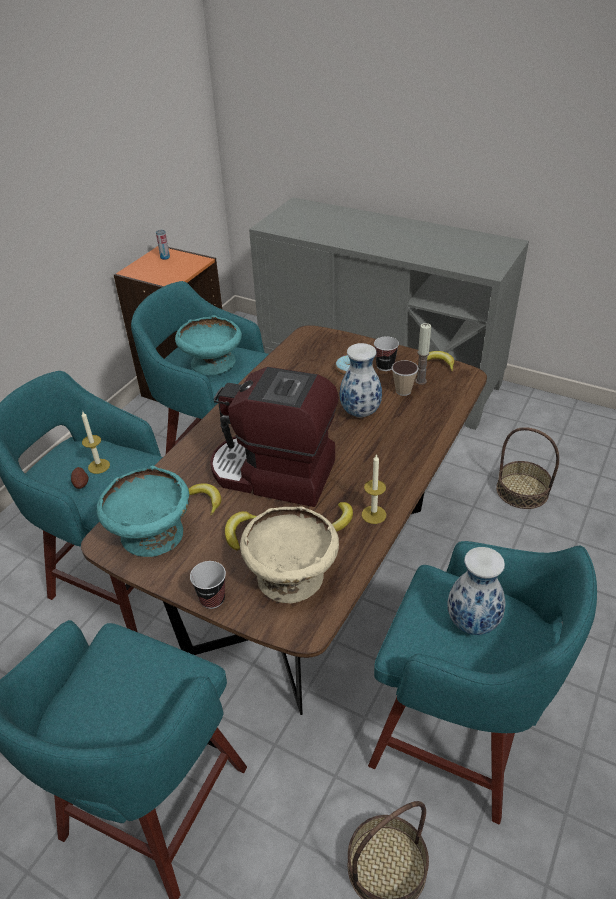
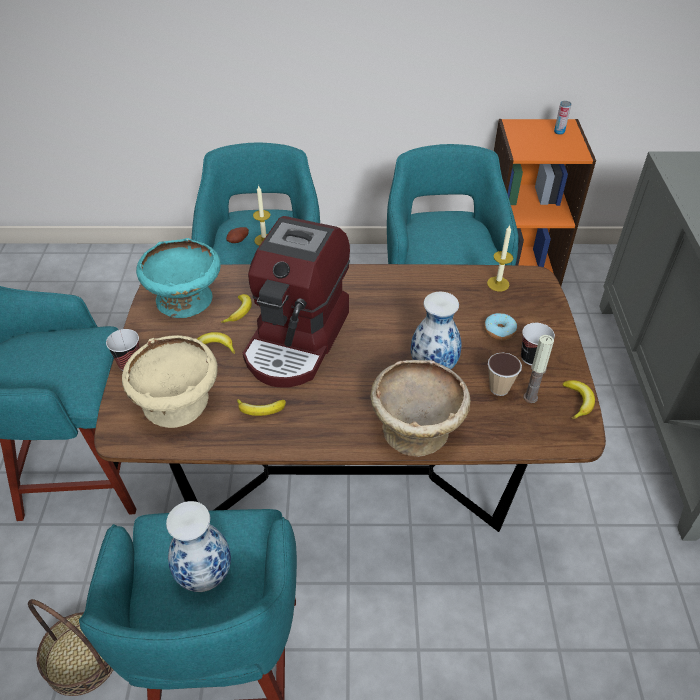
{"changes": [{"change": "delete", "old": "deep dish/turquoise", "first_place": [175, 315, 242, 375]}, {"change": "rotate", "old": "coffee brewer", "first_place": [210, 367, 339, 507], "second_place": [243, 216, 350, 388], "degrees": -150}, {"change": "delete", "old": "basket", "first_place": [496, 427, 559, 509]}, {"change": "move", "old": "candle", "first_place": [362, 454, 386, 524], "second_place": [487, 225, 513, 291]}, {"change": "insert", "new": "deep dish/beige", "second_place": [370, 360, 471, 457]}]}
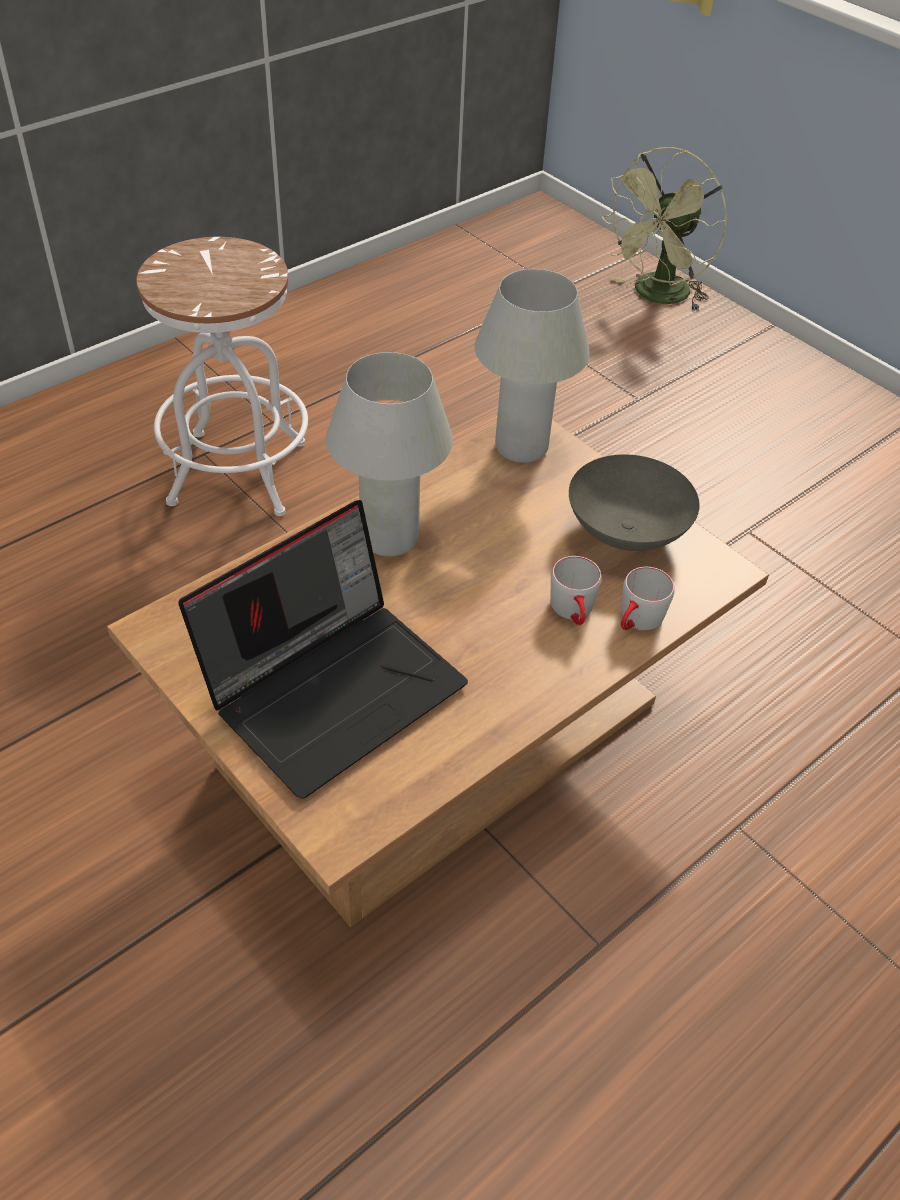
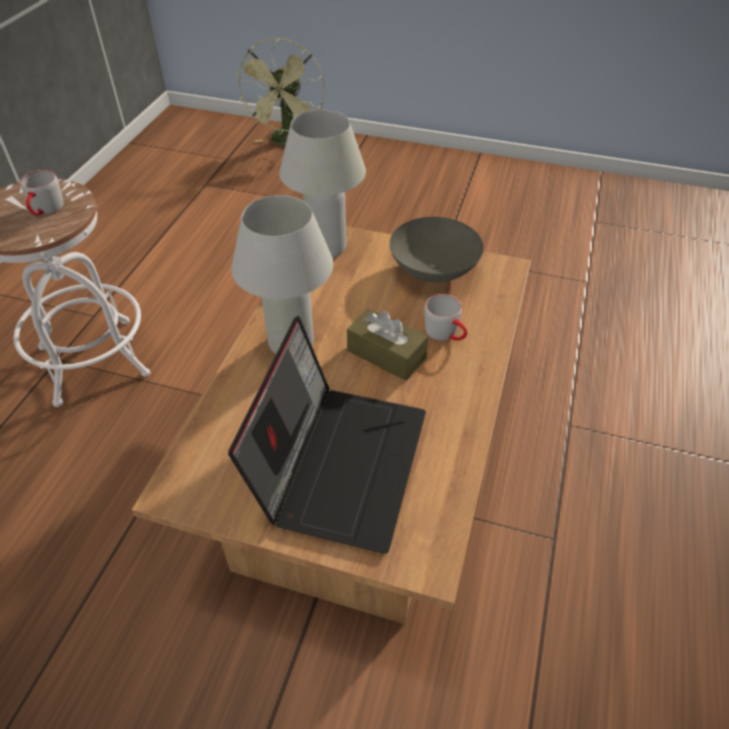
{"changes": [{"change": "move", "old": "mug/gray", "first_place": [621, 567, 674, 630], "second_place": [20, 170, 64, 216]}, {"change": "insert", "new": "tissue holder/brownish", "second_place": [347, 308, 428, 381]}]}
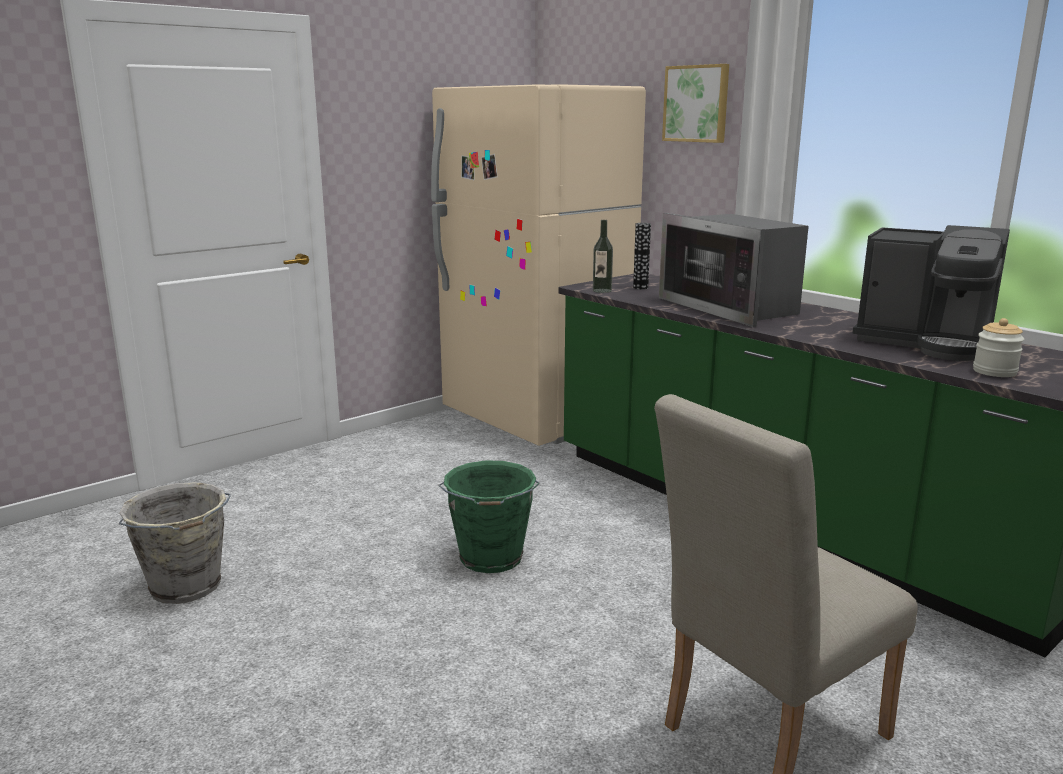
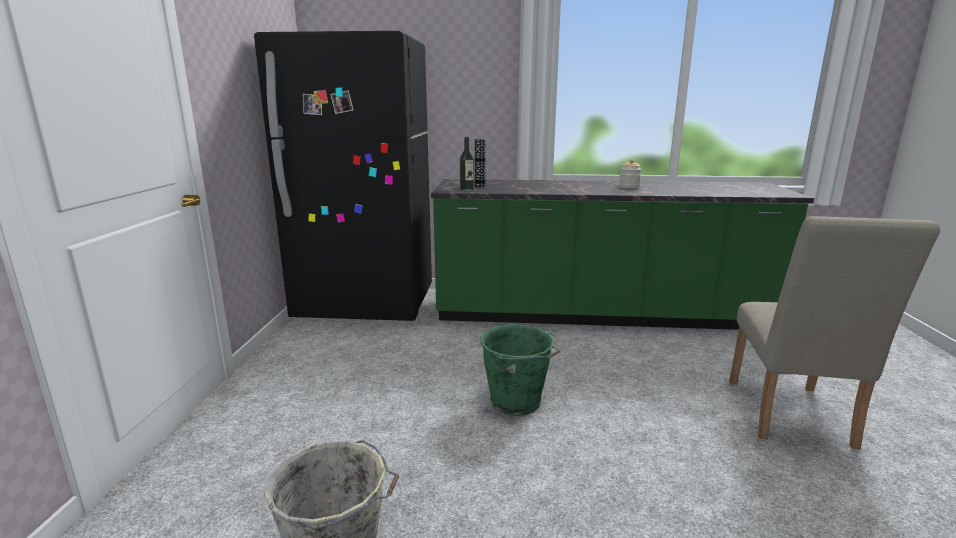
{"changes": [{"change": "delete", "old": "picture", "first_place": [662, 64, 729, 143]}, {"change": "recolor", "old": "refrigerator/beige", "new": "refrigerator/blackish", "first_place": [431, 84, 646, 446], "second_place": [254, 31, 432, 321]}, {"change": "delete", "old": "microwave", "first_place": [659, 213, 809, 327]}, {"change": "delete", "old": "coffee brewer", "first_place": [852, 225, 1010, 361]}, {"change": "move", "old": "jar", "first_place": [973, 318, 1024, 377], "second_place": [619, 160, 641, 189]}]}
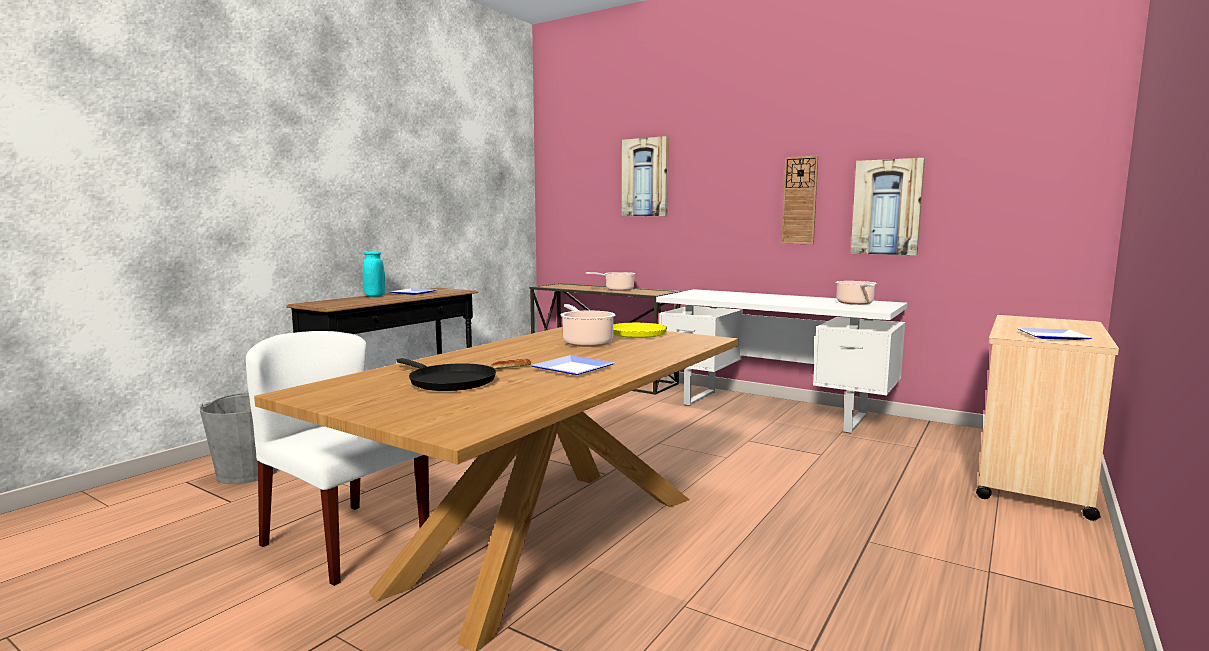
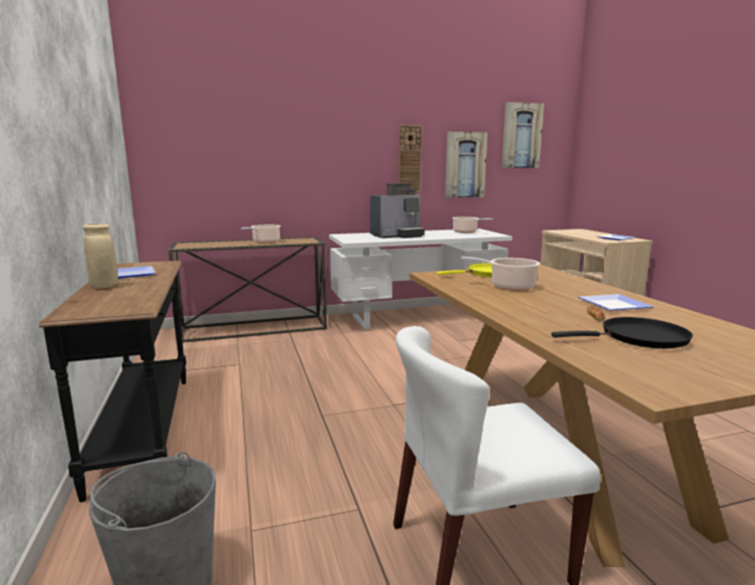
{"changes": [{"change": "move", "old": "picture", "first_place": [622, 136, 669, 216], "second_place": [502, 102, 544, 168]}, {"change": "recolor", "old": "decorative vase/turquoise", "new": "decorative vase/beige", "first_place": [363, 251, 386, 297], "second_place": [82, 224, 118, 288]}, {"change": "insert", "new": "coffee brewer", "second_place": [370, 183, 425, 238]}]}
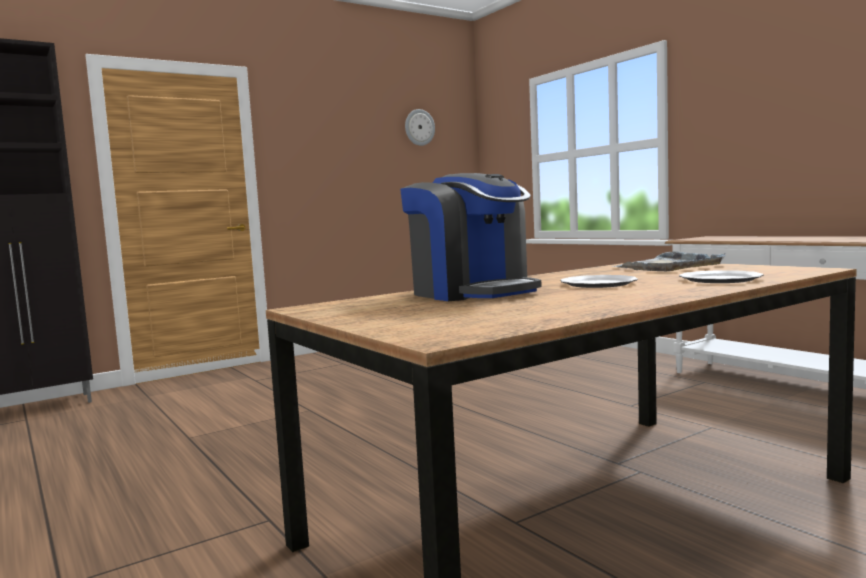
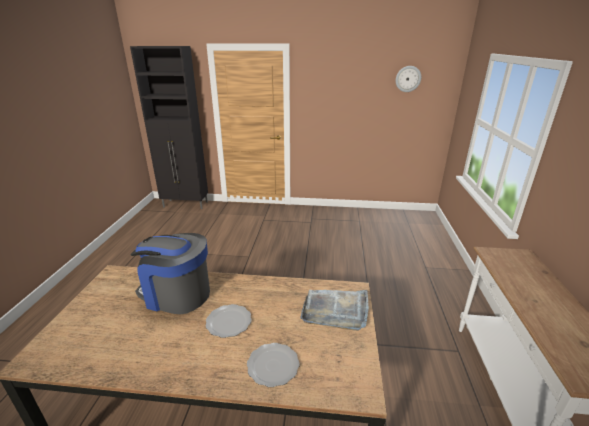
{"changes": [{"change": "rotate", "old": "coffee brewer", "first_place": [400, 173, 542, 301], "second_place": [130, 233, 210, 314], "degrees": 105}]}
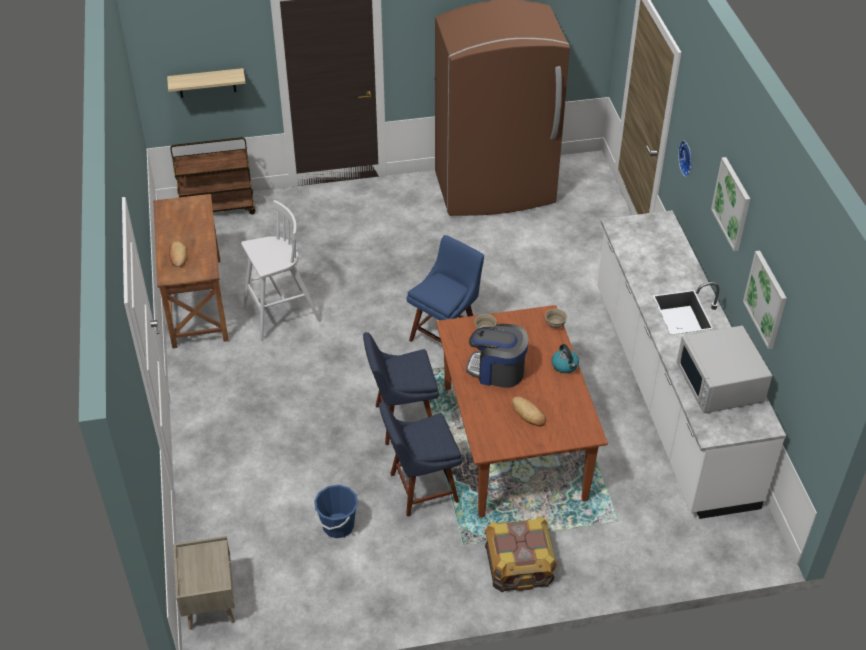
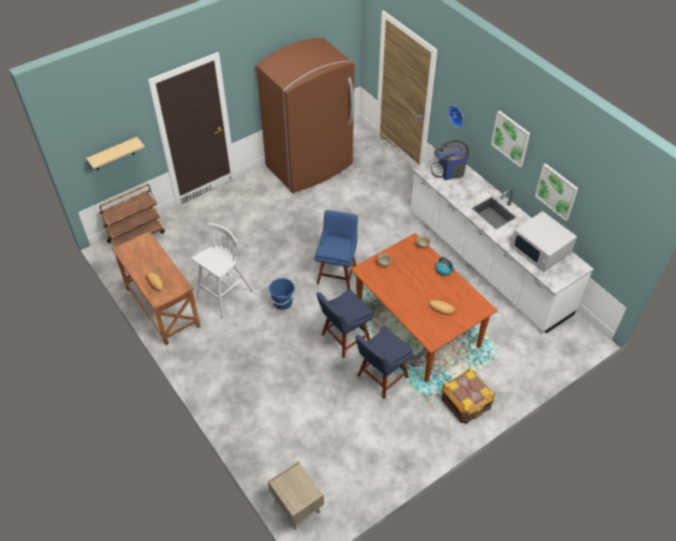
{"changes": [{"change": "move", "old": "coffee brewer", "first_place": [466, 324, 528, 388], "second_place": [431, 140, 469, 180]}, {"change": "move", "old": "bucket/blue-coloured", "first_place": [314, 485, 358, 538], "second_place": [268, 278, 295, 310]}]}
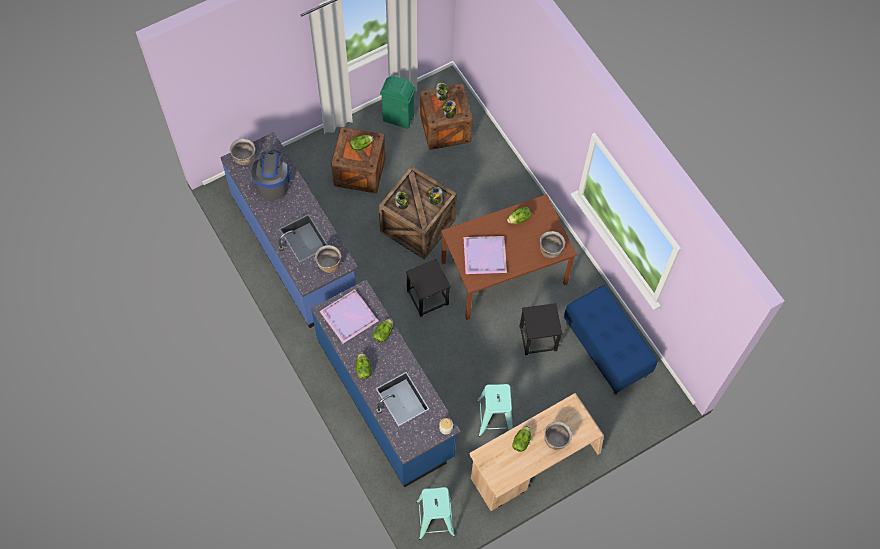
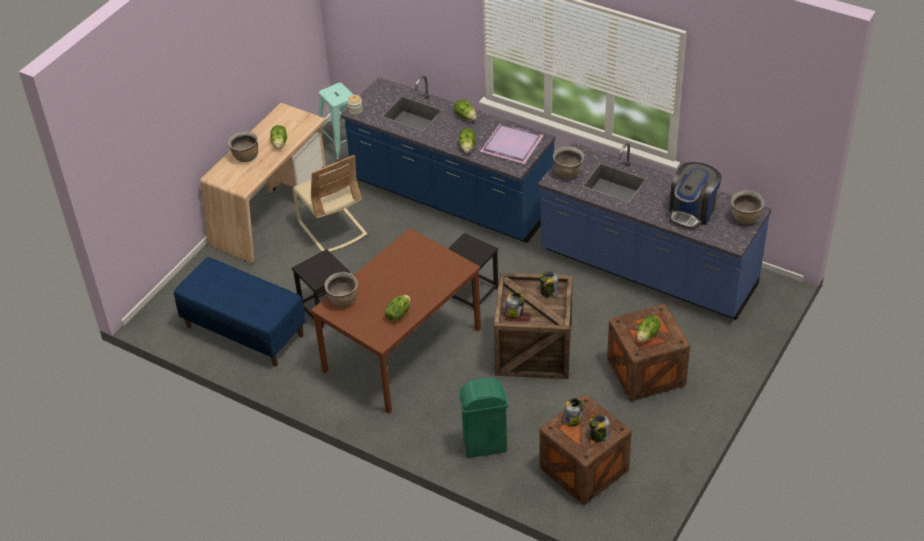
{"changes": [{"change": "move", "old": "rubbish bin/greenish", "first_place": [380, 76, 415, 129], "second_place": [458, 378, 508, 458]}, {"change": "rotate", "old": "coffee brewer", "first_place": [251, 150, 290, 200], "second_place": [669, 162, 722, 229], "degrees": 60}, {"change": "delete", "old": "serving tray/purple", "first_place": [464, 236, 507, 274]}, {"change": "replace", "old": "sitting stool/turquoise", "new": "plain chair/beige", "first_place": [477, 384, 513, 437], "second_place": [293, 155, 367, 252]}]}
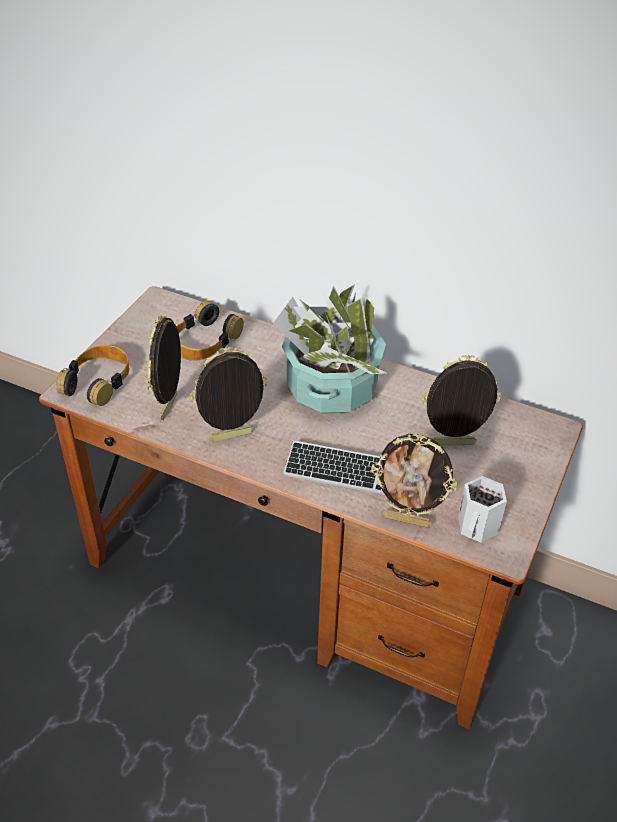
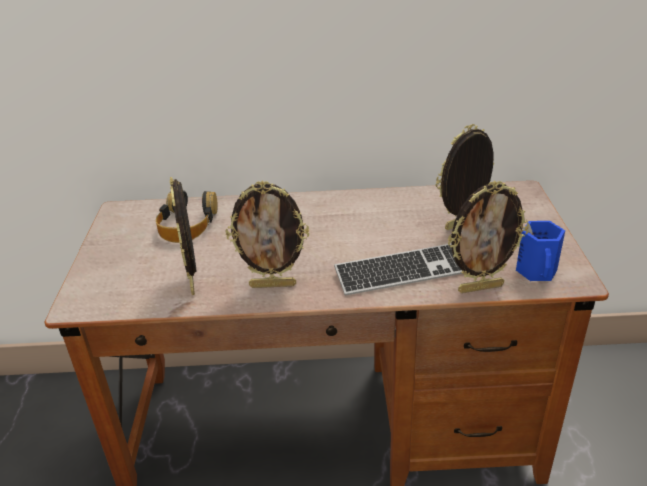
{"changes": [{"change": "delete", "old": "houseplant", "first_place": [273, 284, 387, 413]}, {"change": "delete", "old": "headset", "first_place": [56, 345, 129, 406]}, {"change": "rotate", "old": "photo frame", "first_place": [190, 347, 268, 442], "second_place": [225, 181, 309, 288], "degrees": -135}, {"change": "recolor", "old": "mug/whitish", "new": "mug/blue-coloured", "first_place": [458, 476, 507, 543], "second_place": [516, 221, 565, 281]}]}
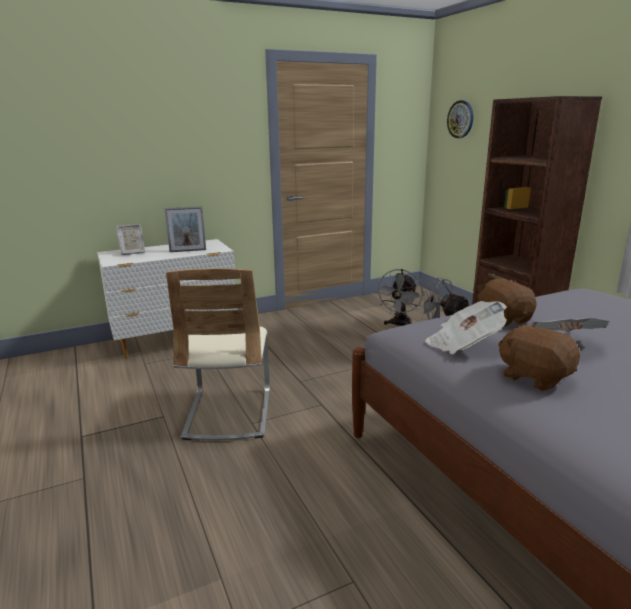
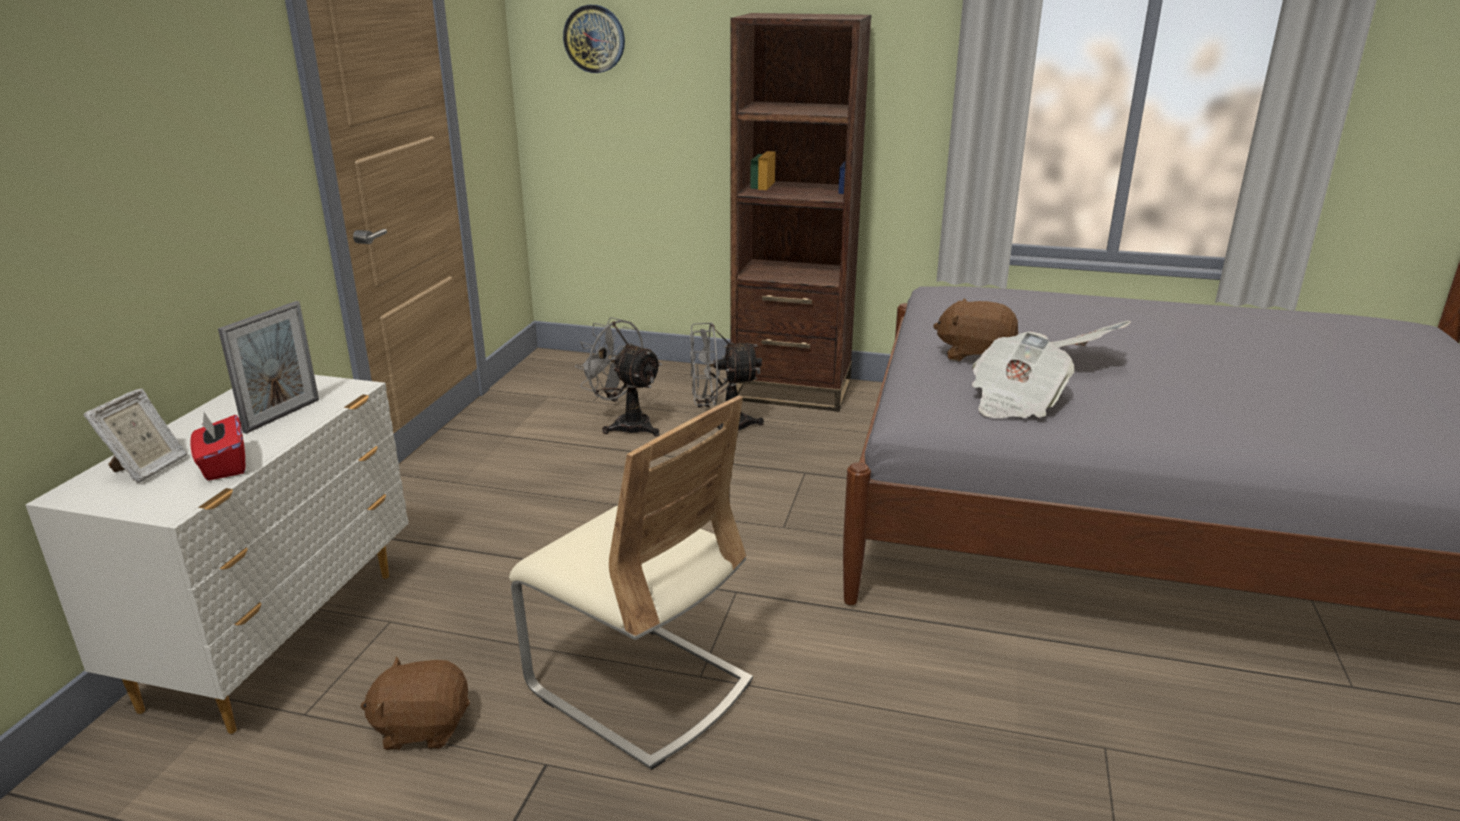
{"changes": [{"change": "rotate", "old": "cooling fan/gray", "first_place": [375, 269, 423, 327], "second_place": [575, 317, 662, 436], "degrees": 150}, {"change": "move", "old": "soft toy/brownish", "first_place": [498, 324, 580, 391], "second_place": [360, 656, 470, 750]}, {"change": "insert", "new": "tissue holder/red", "second_place": [190, 412, 245, 481]}]}
